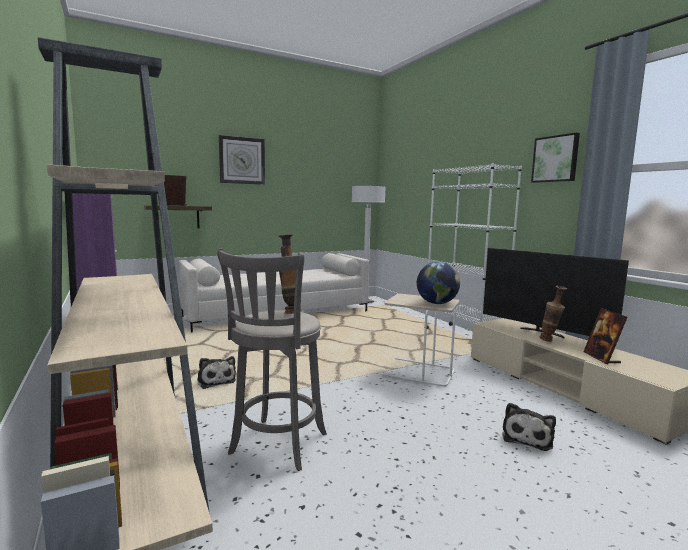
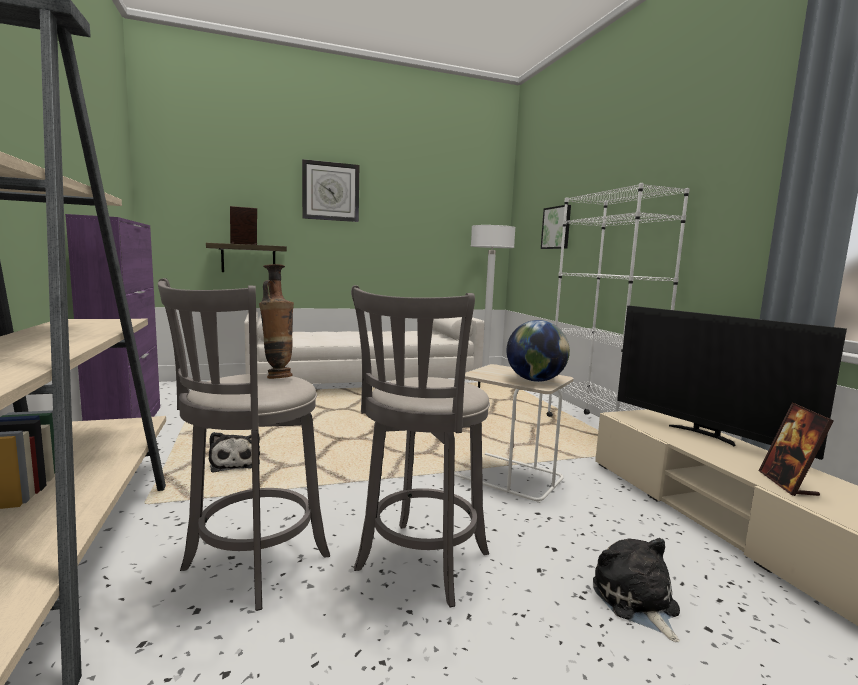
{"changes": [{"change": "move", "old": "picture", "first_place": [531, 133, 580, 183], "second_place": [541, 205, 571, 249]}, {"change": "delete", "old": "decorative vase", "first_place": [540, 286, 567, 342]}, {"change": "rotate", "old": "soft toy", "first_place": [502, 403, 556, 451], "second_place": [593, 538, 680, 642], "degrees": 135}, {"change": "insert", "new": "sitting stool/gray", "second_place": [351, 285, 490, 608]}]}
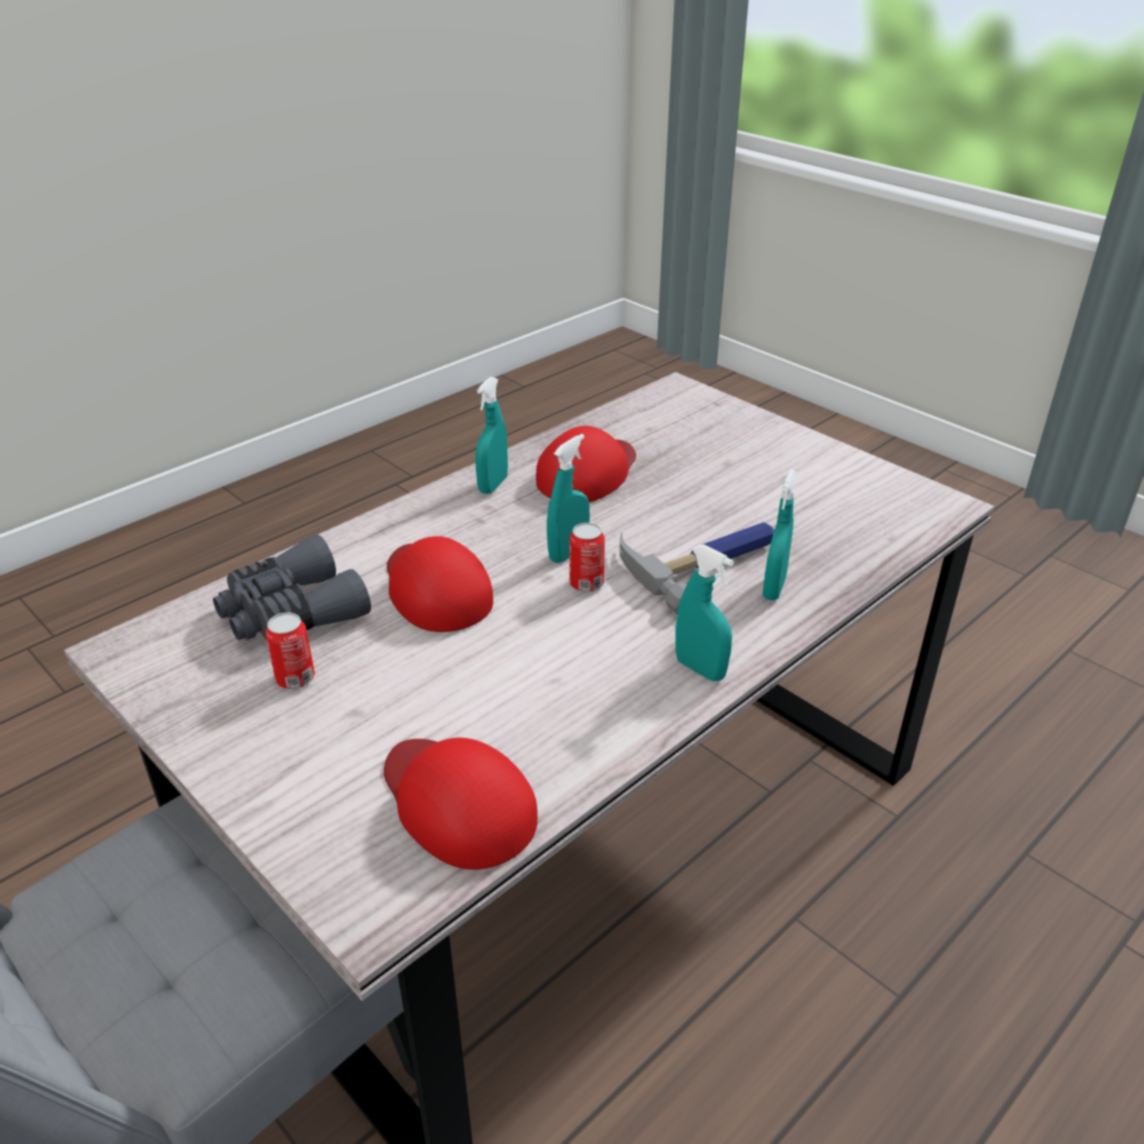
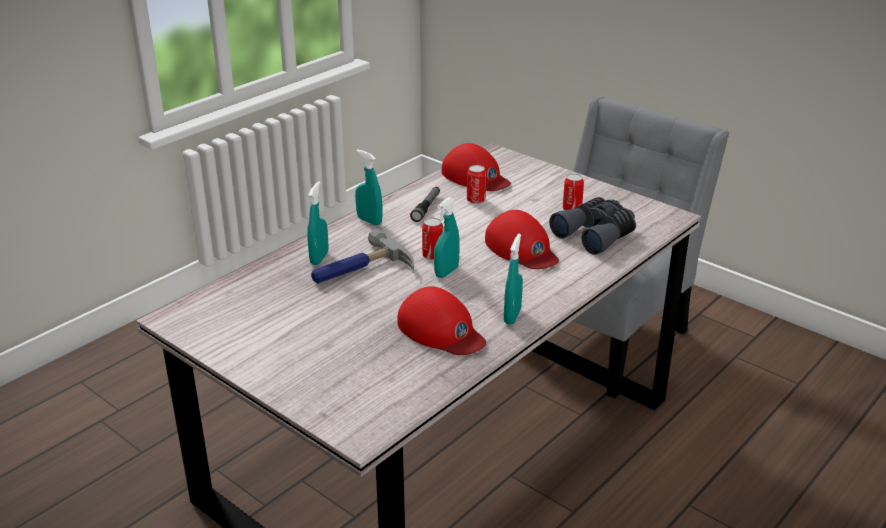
{"changes": [{"change": "rotate", "old": "cap/red", "first_place": [536, 426, 636, 502], "second_place": [397, 286, 486, 355], "degrees": -75}, {"change": "insert", "new": "metal can", "second_place": [467, 165, 486, 204]}, {"change": "insert", "new": "flashlight", "second_place": [410, 187, 440, 222]}]}
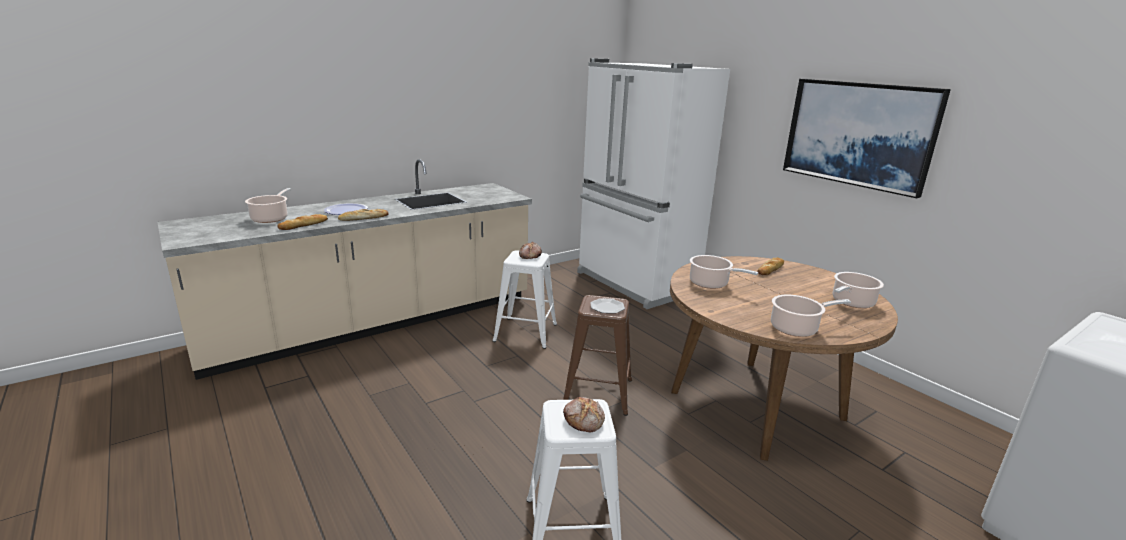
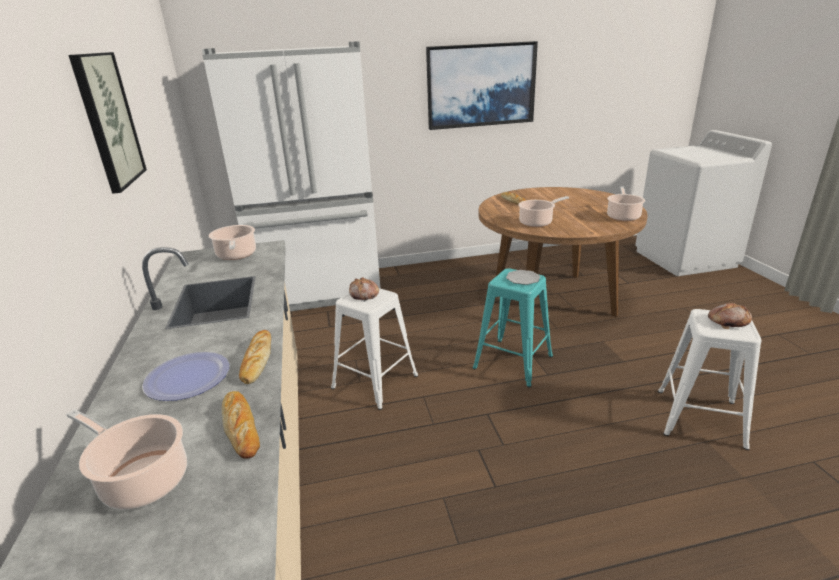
{"changes": [{"change": "move", "old": "cooking pot", "first_place": [833, 272, 884, 308], "second_place": [209, 225, 256, 260]}, {"change": "recolor", "old": "sitting stool/brownish", "new": "sitting stool/turquoise", "first_place": [563, 295, 632, 416], "second_place": [473, 268, 553, 387]}, {"change": "insert", "new": "picture", "second_place": [68, 52, 147, 194]}]}
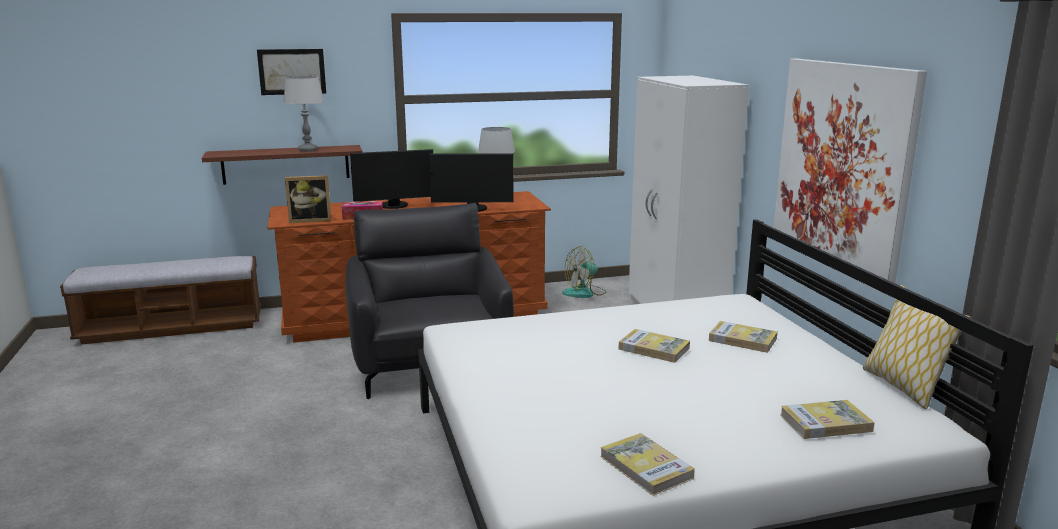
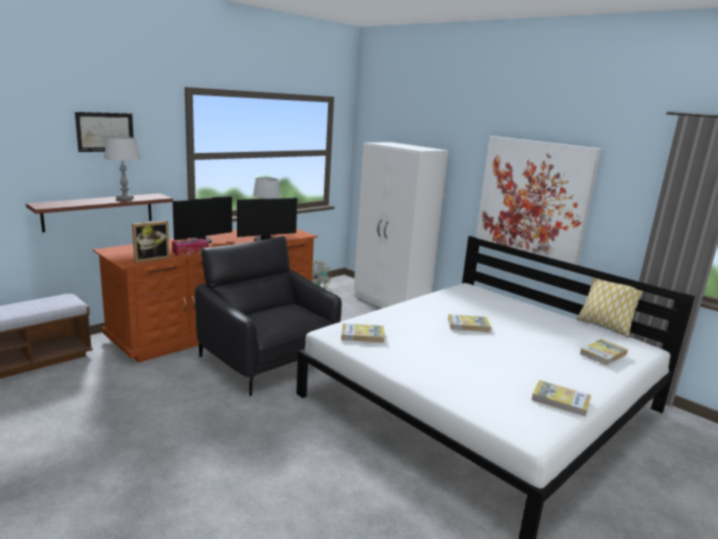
{"changes": [{"change": "move", "old": "bound book", "first_place": [709, 321, 777, 353], "second_place": [341, 323, 385, 343]}]}
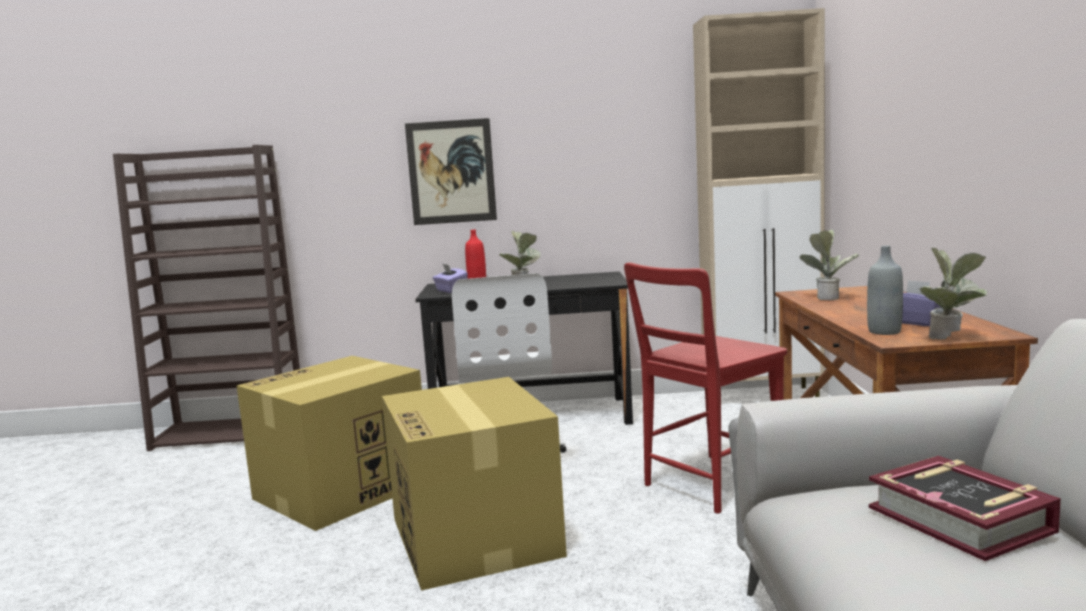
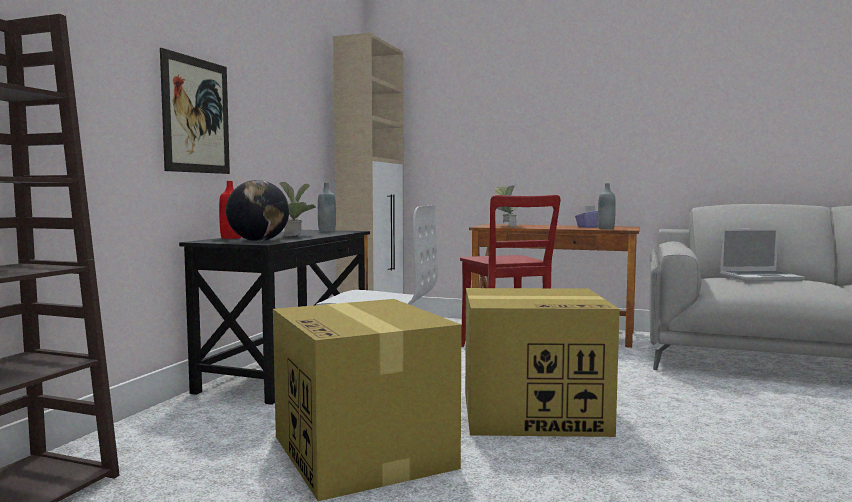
{"changes": [{"change": "delete", "old": "houseplant", "first_place": [919, 248, 987, 340]}, {"change": "replace", "old": "tissue holder/purple", "new": "world globe", "first_place": [433, 264, 468, 293], "second_place": [226, 180, 289, 241]}, {"change": "replace", "old": "bound book", "new": "portable computer", "first_place": [869, 456, 1061, 561], "second_place": [720, 228, 805, 282]}, {"change": "insert", "new": "bottle/gray", "second_place": [318, 183, 336, 231]}]}
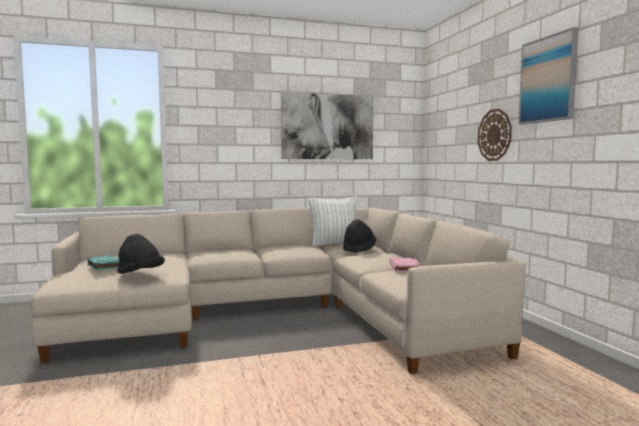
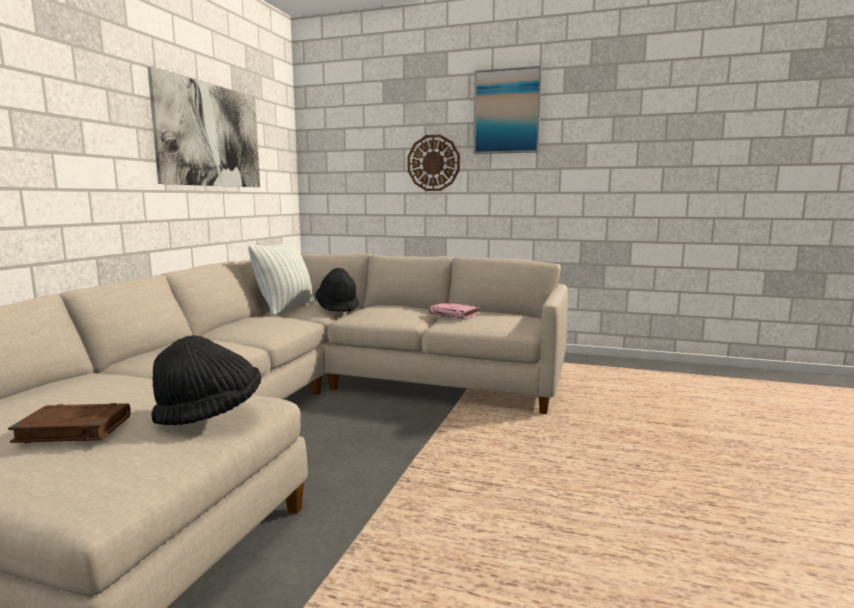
{"changes": [{"change": "recolor", "old": "bound book/turquoise", "new": "bound book/brownish", "first_place": [87, 255, 120, 270], "second_place": [8, 403, 131, 443]}]}
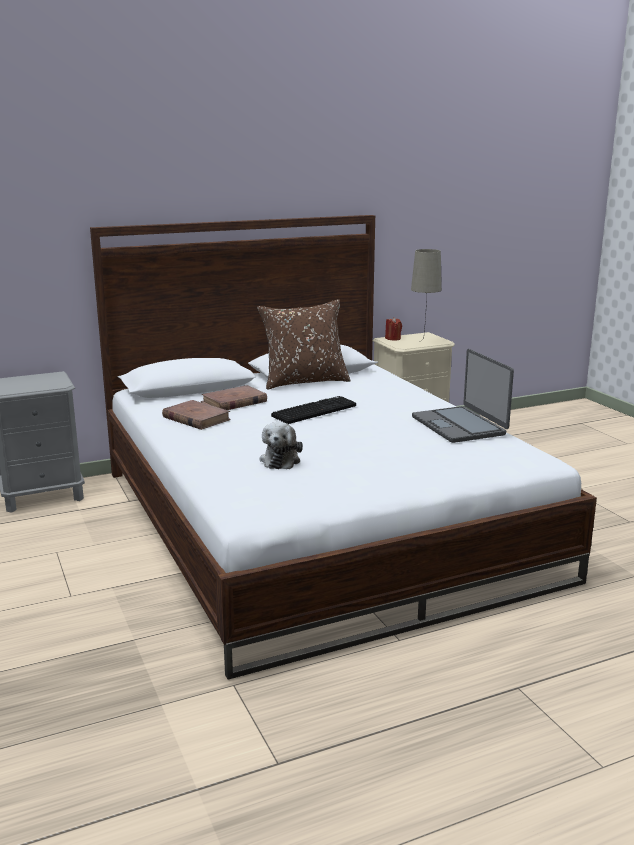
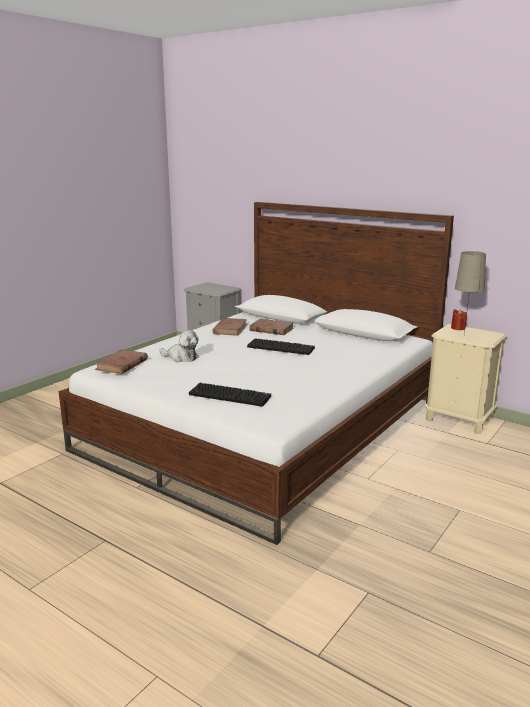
{"changes": [{"change": "delete", "old": "throw pillow/brownish", "first_place": [257, 299, 351, 390]}, {"change": "delete", "old": "portable computer", "first_place": [412, 349, 514, 443]}, {"change": "rotate", "old": "soft toy", "first_place": [260, 422, 303, 469], "second_place": [159, 330, 199, 362], "degrees": -135}, {"change": "insert", "new": "bound book/brownish", "second_place": [95, 349, 148, 374]}, {"change": "insert", "new": "keyboard", "second_place": [189, 383, 271, 407]}]}
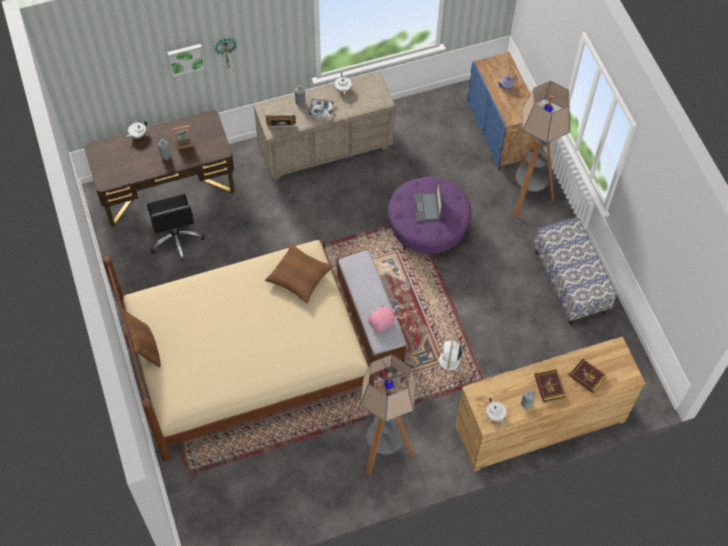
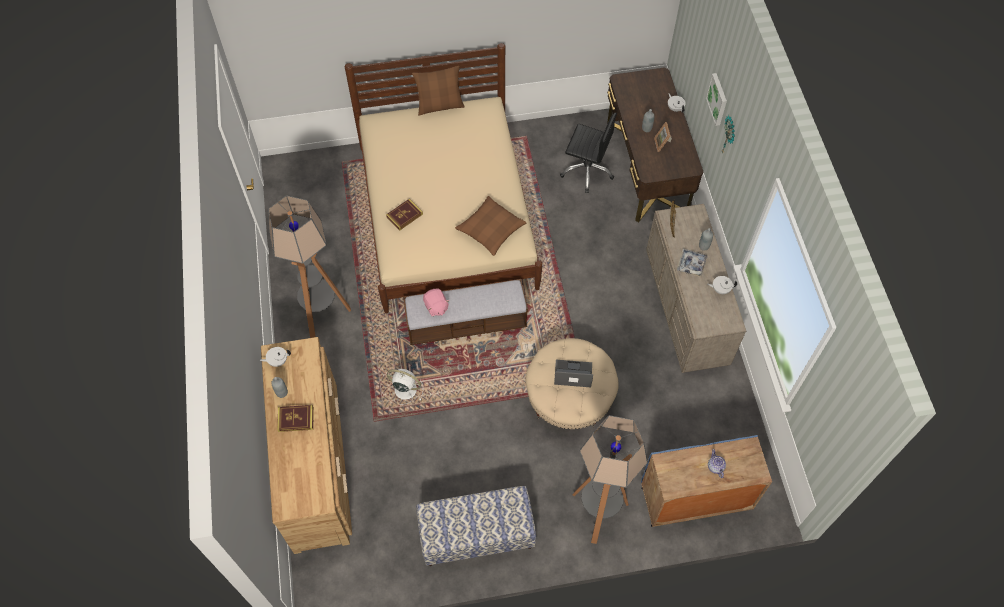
{"changes": [{"change": "recolor", "old": "ottoman/purple", "new": "ottoman/beige", "first_place": [388, 177, 471, 254], "second_place": [526, 338, 619, 429]}, {"change": "rotate", "old": "computer chair/blackish", "first_place": [147, 194, 205, 262], "second_place": [560, 113, 617, 193], "degrees": -150}, {"change": "move", "old": "bound book", "first_place": [567, 358, 607, 393], "second_place": [386, 198, 423, 231]}]}
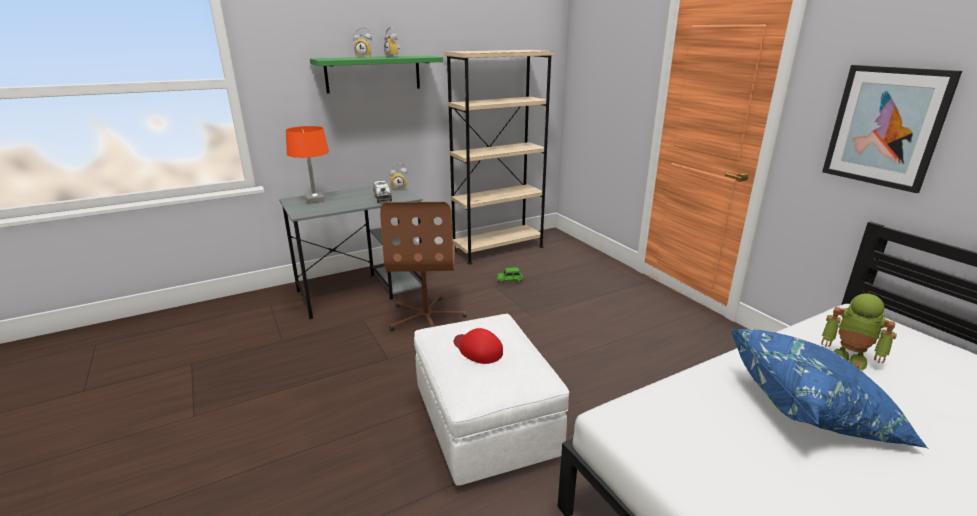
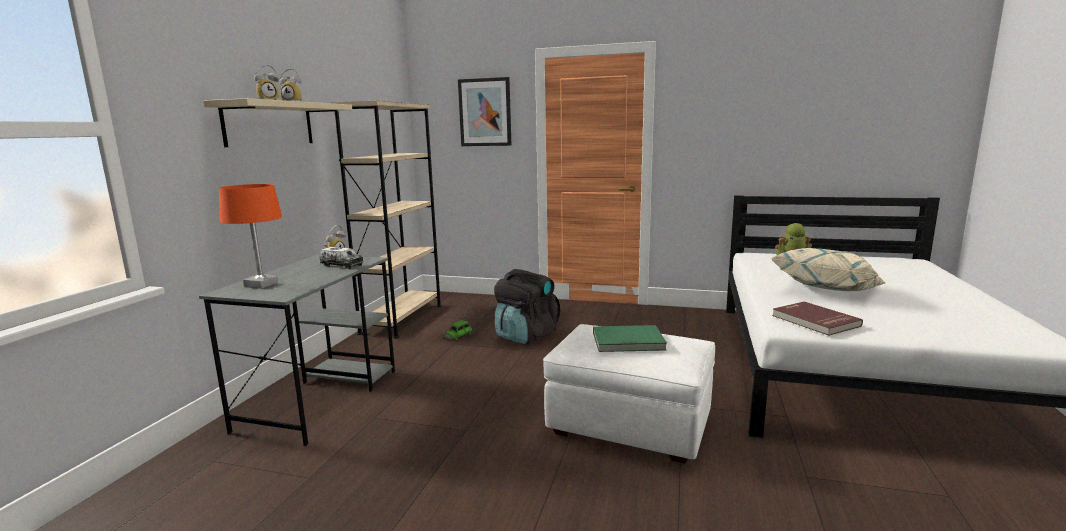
{"changes": [{"change": "recolor", "old": "wall shelf/greenish", "new": "wall shelf/beige", "first_place": [310, 56, 443, 94], "second_place": [203, 98, 352, 147]}, {"change": "move", "old": "picture", "first_place": [822, 65, 962, 193], "second_place": [458, 77, 511, 146]}, {"change": "delete", "old": "computer chair/brownish", "first_place": [380, 202, 467, 331]}, {"change": "replace", "old": "cap/red", "new": "bound book/greenish", "first_place": [454, 328, 503, 364], "second_place": [593, 325, 667, 352]}, {"change": "recolor", "old": "throw pillow/blue-coloured", "new": "throw pillow/beige", "first_place": [731, 329, 929, 449], "second_place": [770, 248, 885, 291]}, {"change": "insert", "new": "rucksack/blackish", "second_place": [494, 269, 560, 345]}, {"change": "insert", "new": "bound book/red", "second_place": [772, 302, 863, 336]}]}
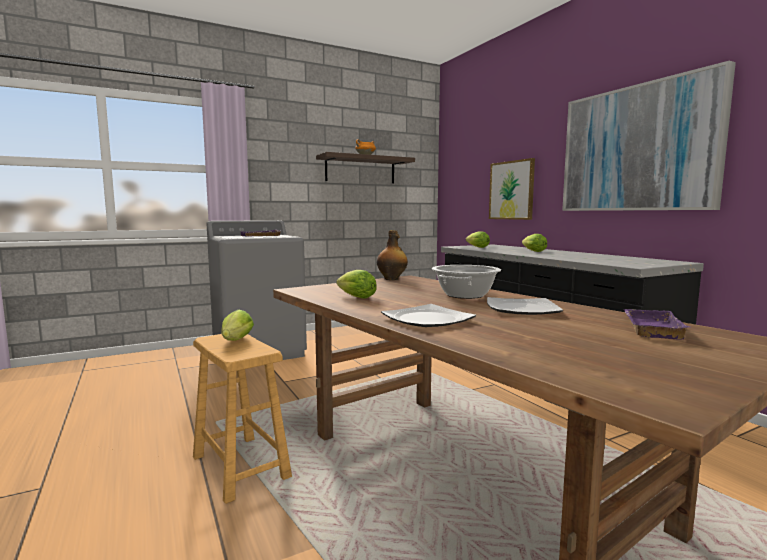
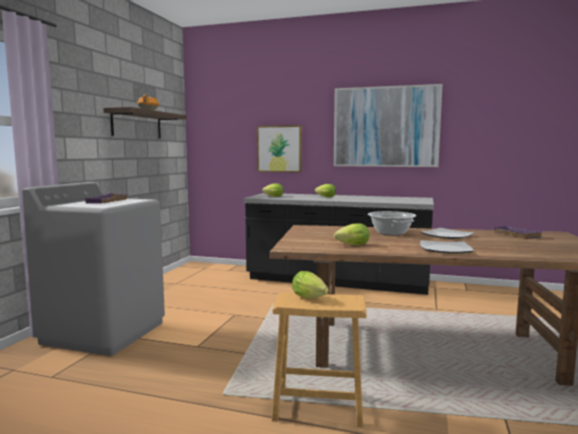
{"changes": [{"change": "delete", "old": "bottle", "first_place": [377, 230, 408, 280]}]}
